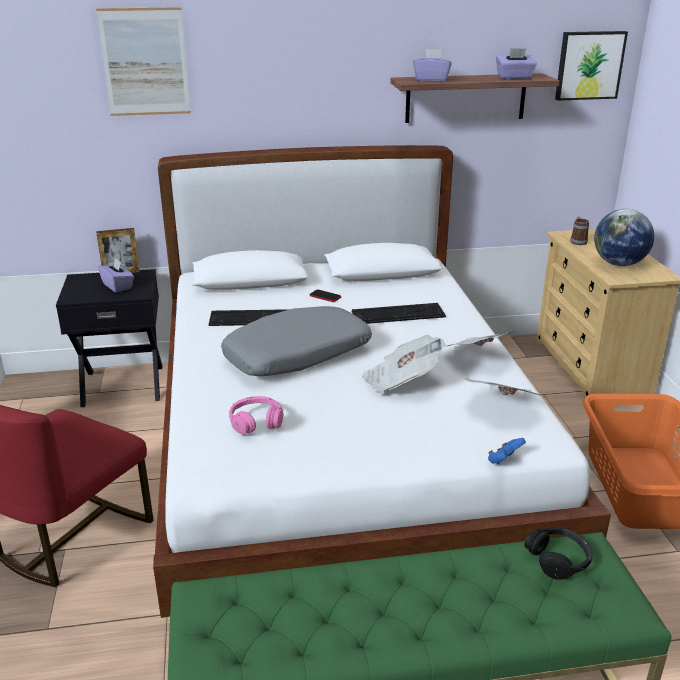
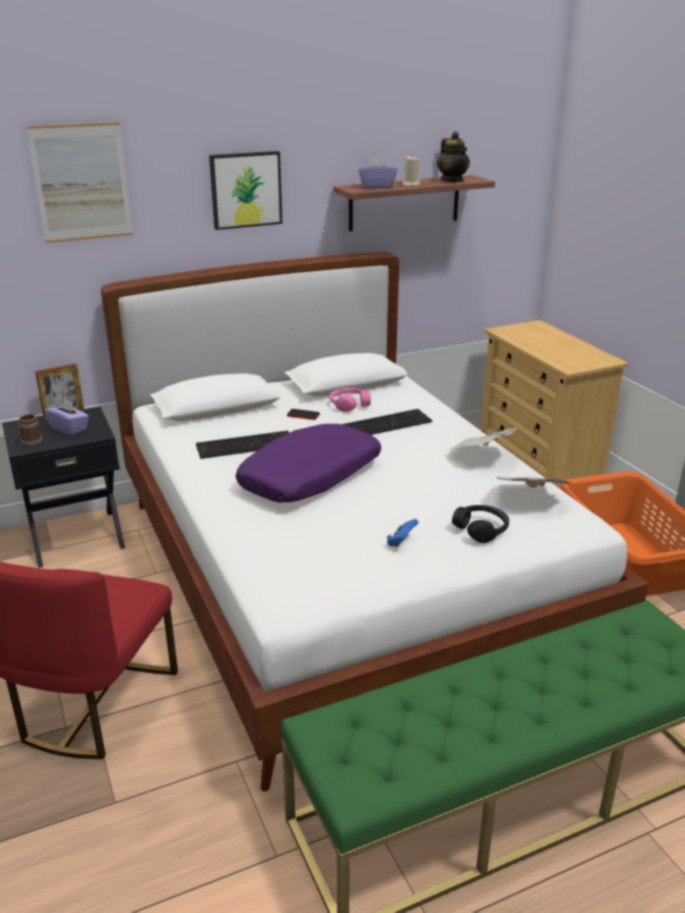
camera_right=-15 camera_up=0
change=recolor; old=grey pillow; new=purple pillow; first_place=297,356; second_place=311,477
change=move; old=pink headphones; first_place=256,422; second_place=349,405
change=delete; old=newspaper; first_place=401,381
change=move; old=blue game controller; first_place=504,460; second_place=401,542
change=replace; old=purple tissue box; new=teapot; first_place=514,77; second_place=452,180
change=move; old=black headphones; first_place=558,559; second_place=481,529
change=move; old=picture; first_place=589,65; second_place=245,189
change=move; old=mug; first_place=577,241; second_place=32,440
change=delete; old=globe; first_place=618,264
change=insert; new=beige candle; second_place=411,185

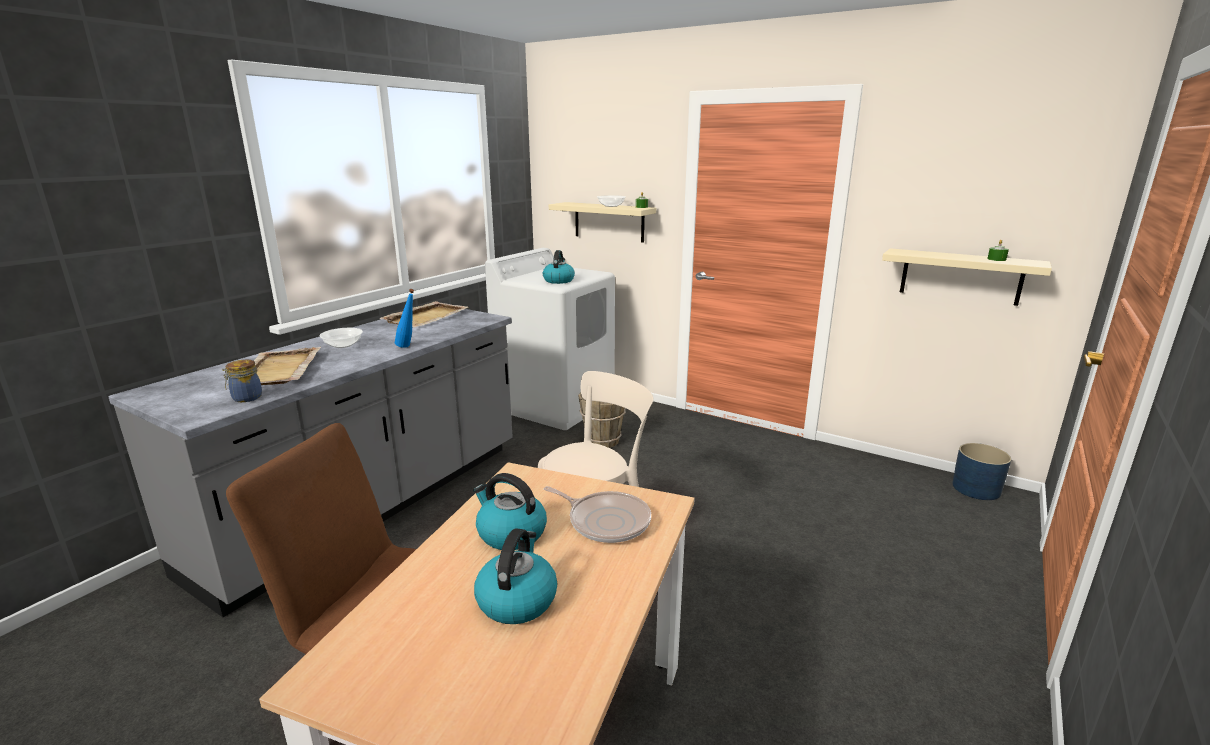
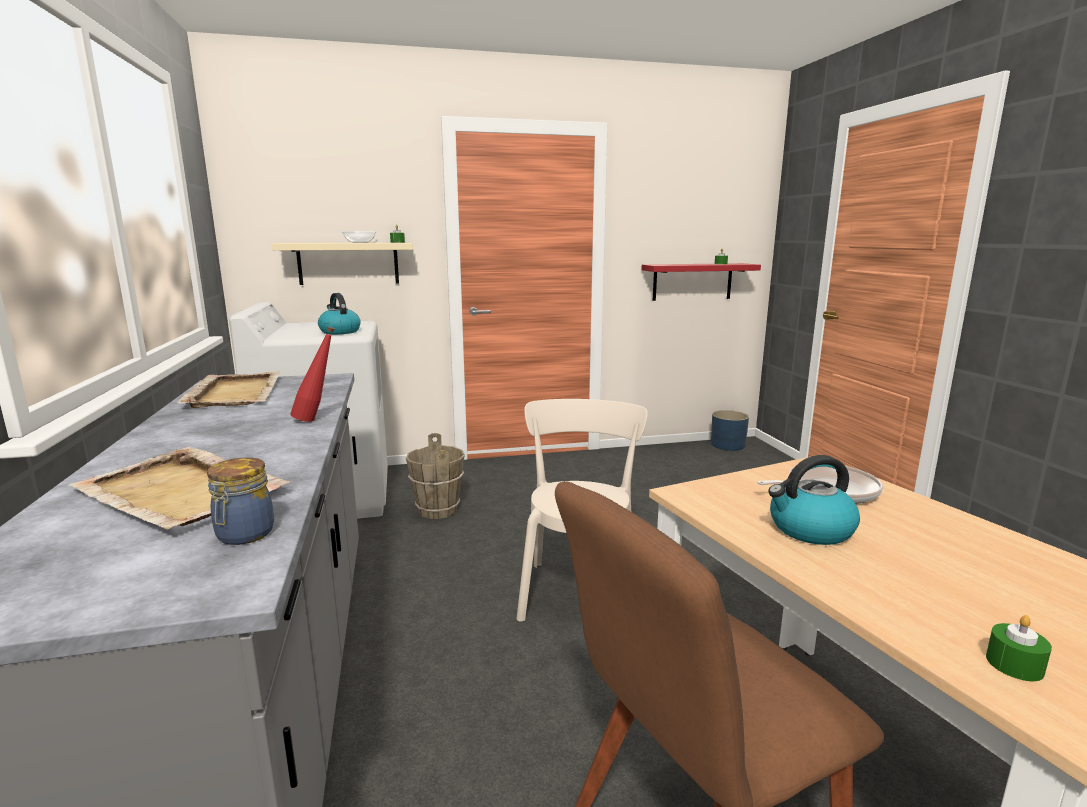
camera_right=-45 camera_up=-5
change=delete; old=bowl; first_place=343,345
change=recolor; old=blue bottle; new=red bottle; first_place=408,347; second_place=317,420
change=delete; old=kettle; first_place=517,599
change=recolor; old=beige shelf; new=red shelf; first_place=960,276; second_place=692,281
change=insert; new=green candle; second_place=1014,664

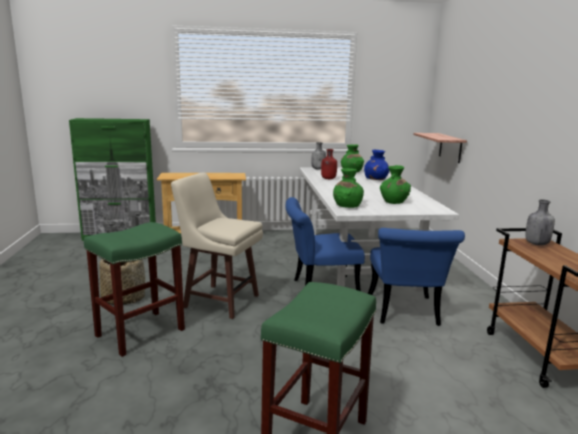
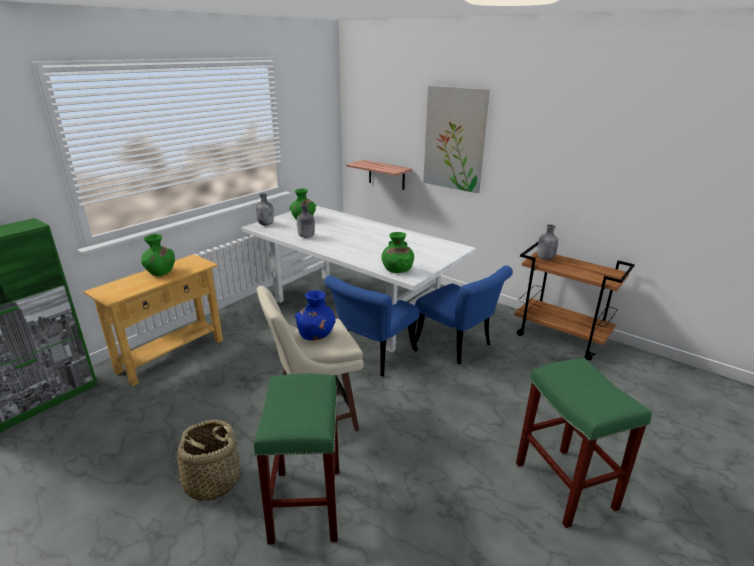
camera_right=-45 camera_up=10
change=recolor; old=red bottle; new=grey bottle; first_place=328,179; second_place=306,237
change=move; old=blue vase; first_place=376,179; second_place=316,335
change=move; old=green vase; first_place=394,202; second_place=161,272
change=insert; new=picture; second_place=455,139

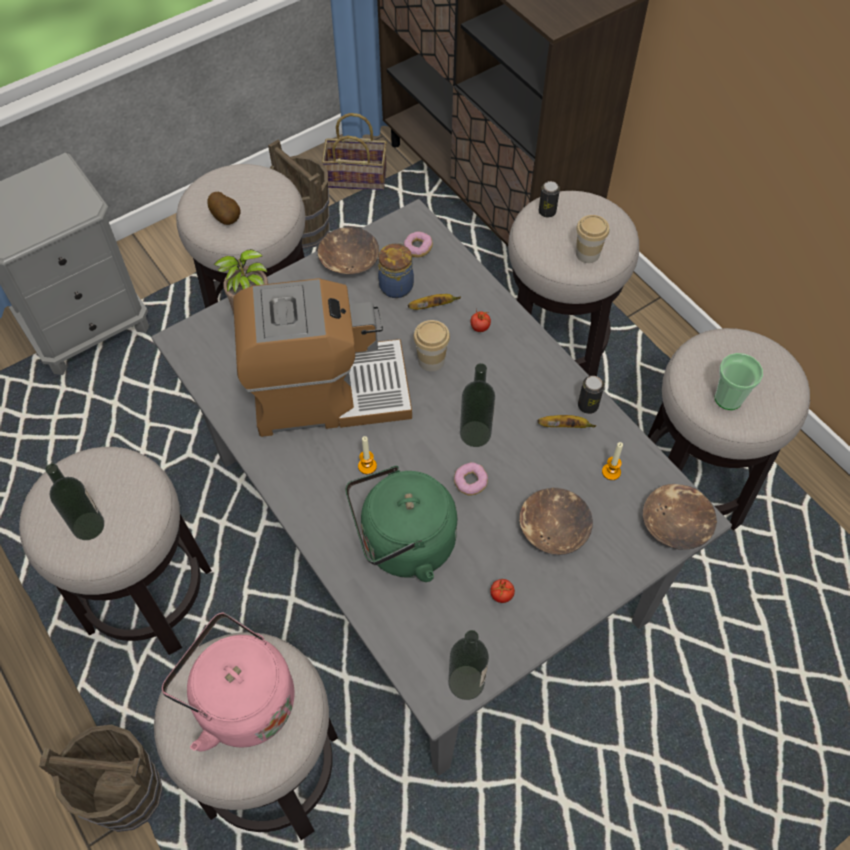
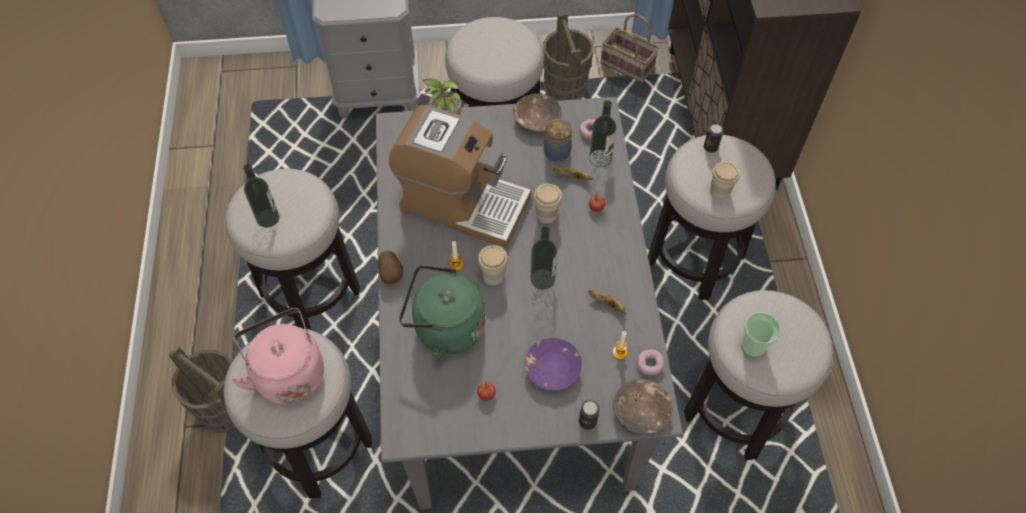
camera_right=30 camera_up=0
change=move; old=potato; first_place=227,218; second_place=392,274
change=move; old=bottle; first_place=466,682; second_place=600,158
change=move; old=donut; first_place=470,482; second_place=649,365
change=recolor; old=brown bowl; new=purple bowl; first_place=553,527; second_place=552,368
change=move; old=can; first_place=588,406; second_place=587,421
change=insert; new=cup; second_place=493,276

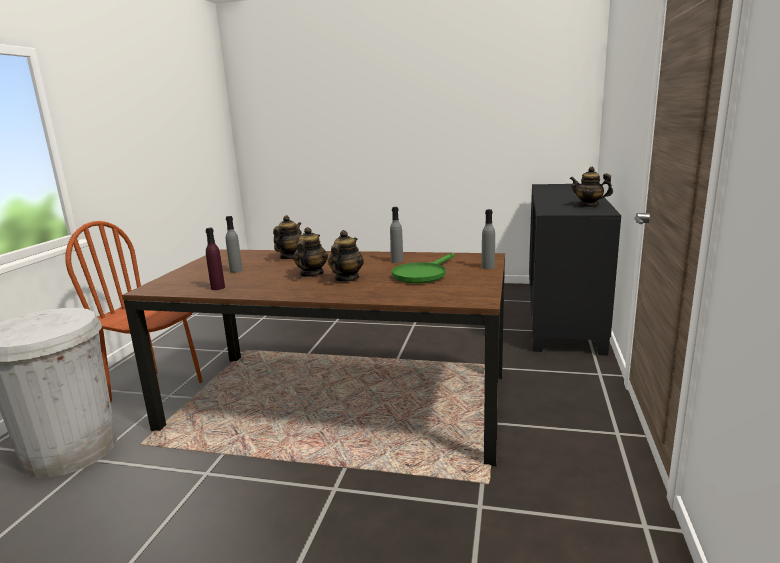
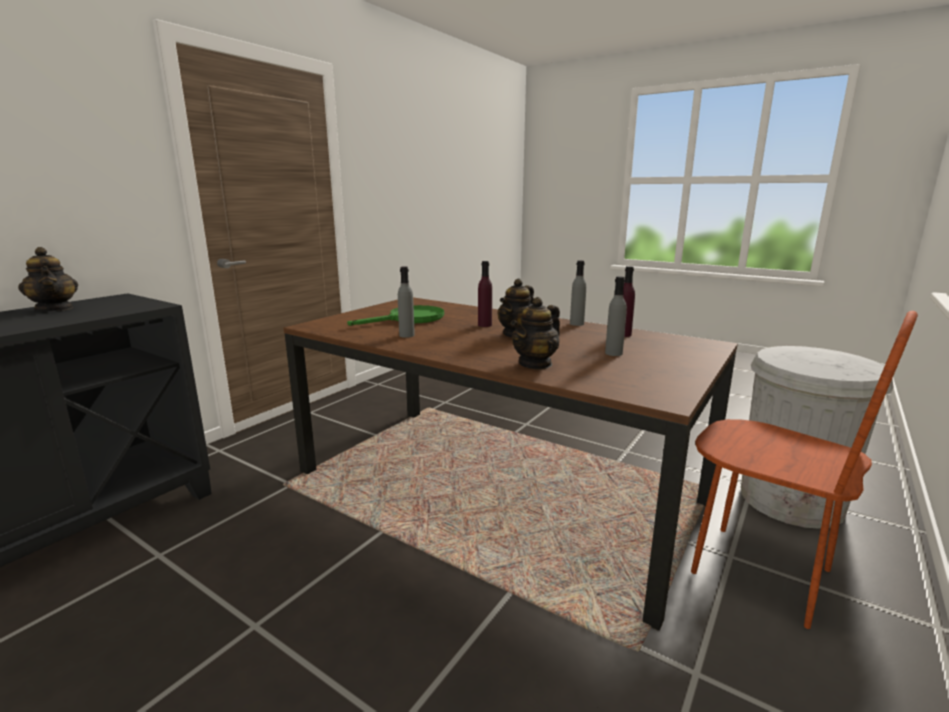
camera_right=-160 camera_up=0
change=replace; old=teapot; new=purple bottle; first_place=346,279; second_place=484,325
change=move; old=grey bottle; first_place=488,267; second_place=576,324

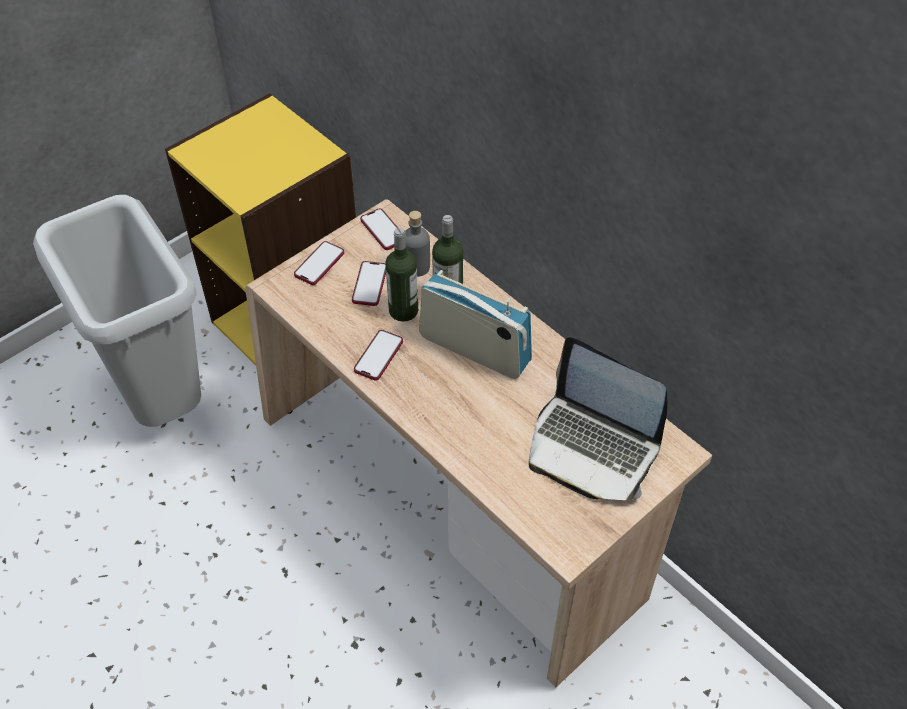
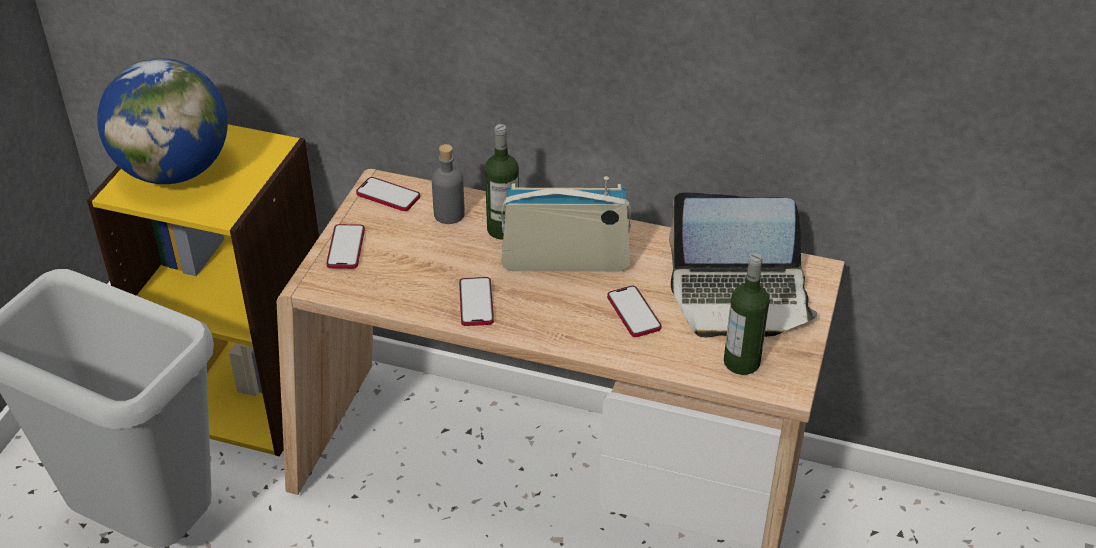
camera_right=-30 camera_up=-10
change=move; old=phone; first_place=369,284; second_place=633,313
change=move; old=bottle; first_place=403,310; second_place=741,362
change=insert; new=globe; second_place=174,171

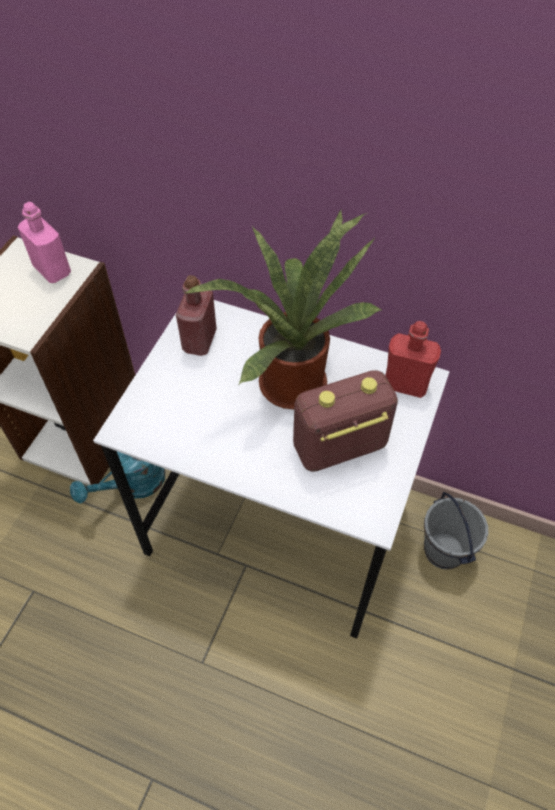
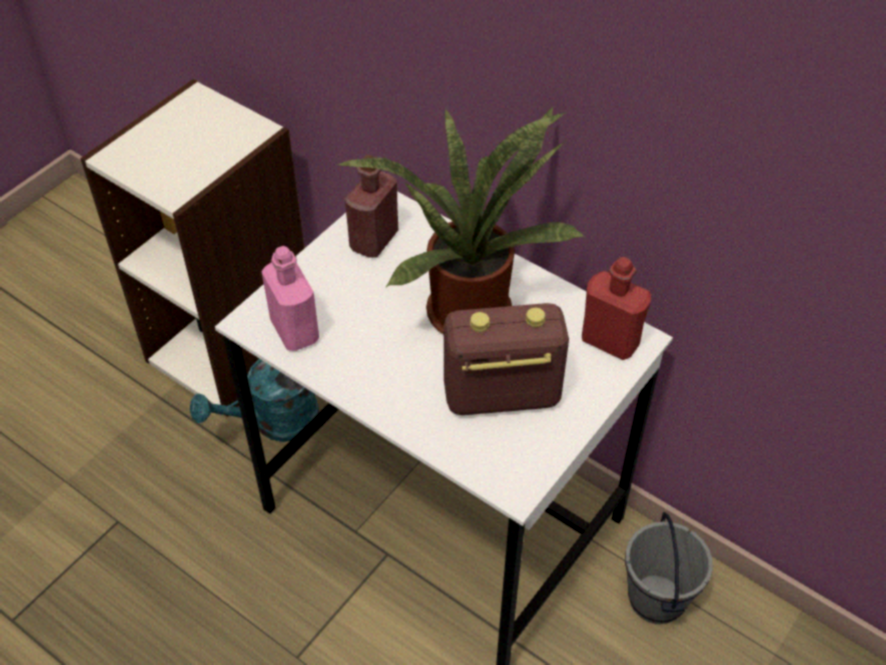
camera_right=15 camera_up=-5
change=move; old=pink bottle; first_place=52,270; second_place=295,331

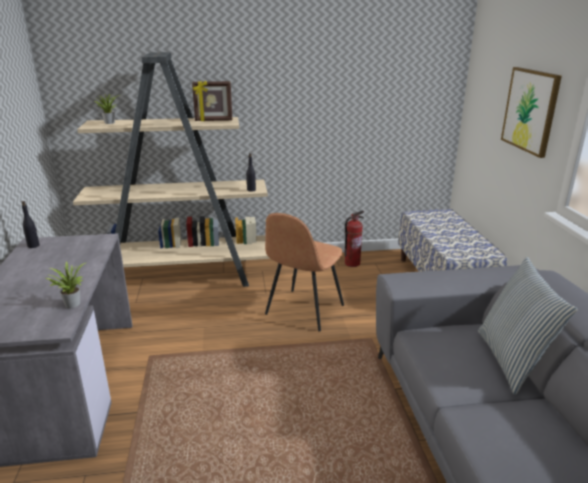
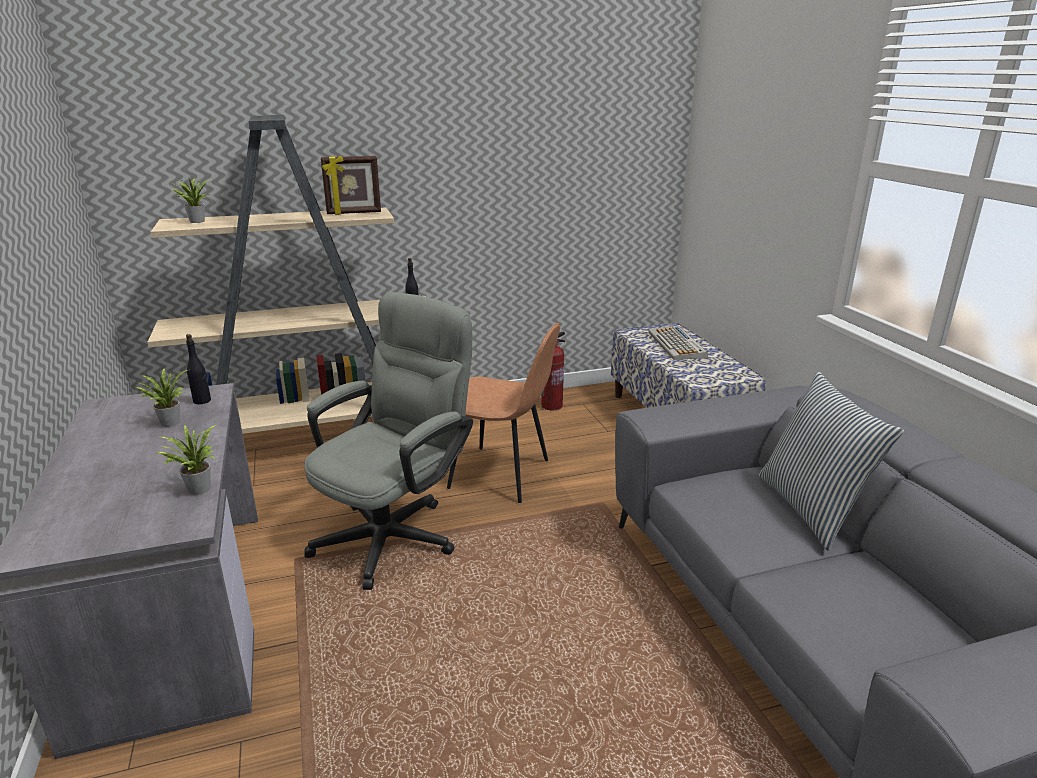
camera_right=-10 camera_up=0
change=move; old=black bottle; first_place=33,246; second_place=202,401
change=rotate; old=brown chair; first_place=303,310; second_place=502,474; degrees=-90
change=delete; old=picture; first_place=530,110
change=insert; new=potted plant; second_place=169,422
change=insert; new=grey office chair; second_place=396,533
change=insert; new=keyboard; second_place=677,345

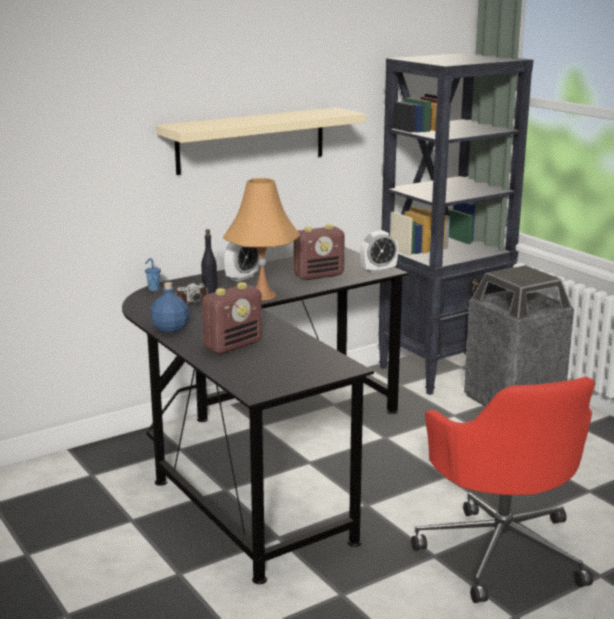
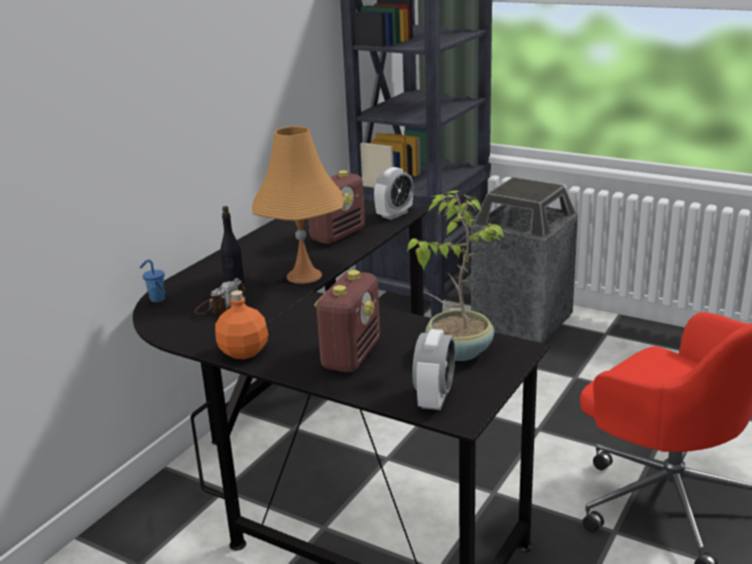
camera_right=-25 camera_up=5
change=recolor; old=blue bottle; new=orange bottle; first_place=170,328; second_place=244,351
change=delete; old=beige shelf; first_place=251,140
change=move; old=alarm clock; first_place=242,277; second_place=434,398
change=insert; new=potted plant; second_place=458,351

